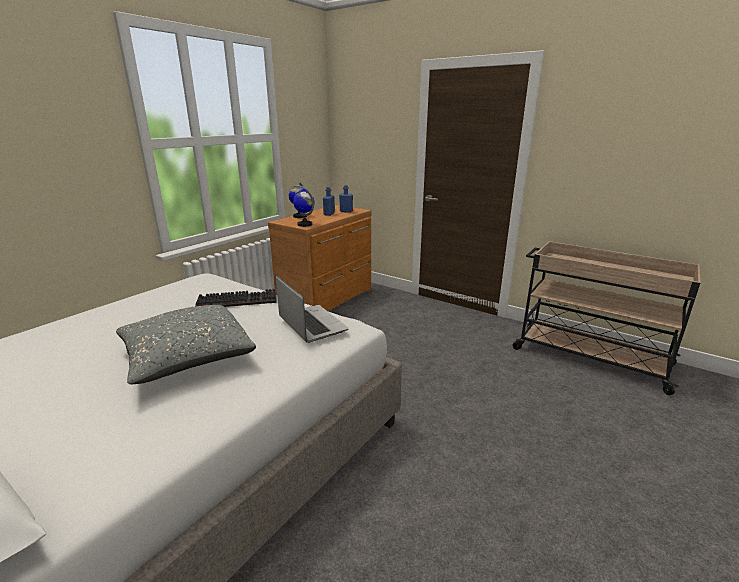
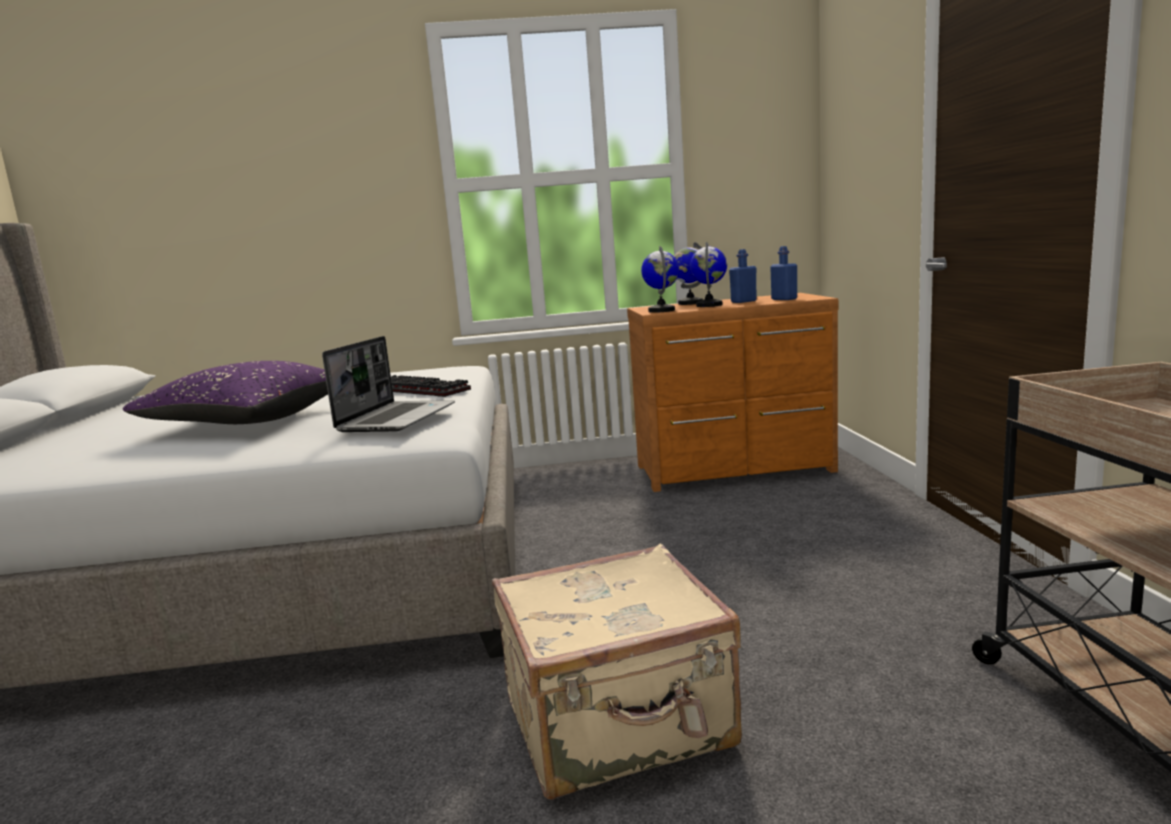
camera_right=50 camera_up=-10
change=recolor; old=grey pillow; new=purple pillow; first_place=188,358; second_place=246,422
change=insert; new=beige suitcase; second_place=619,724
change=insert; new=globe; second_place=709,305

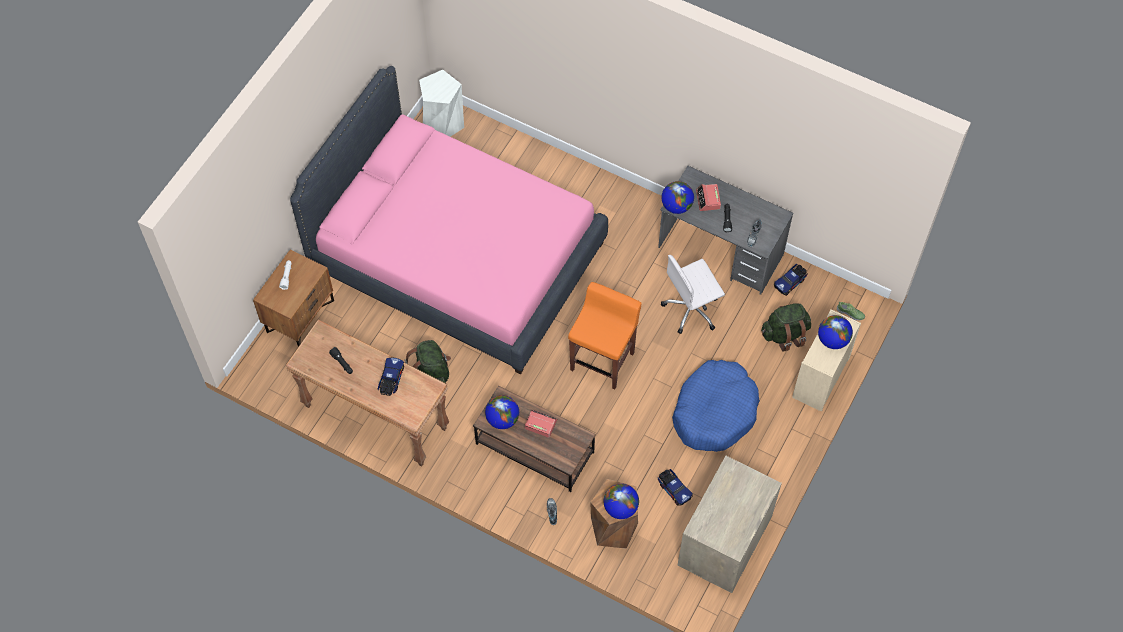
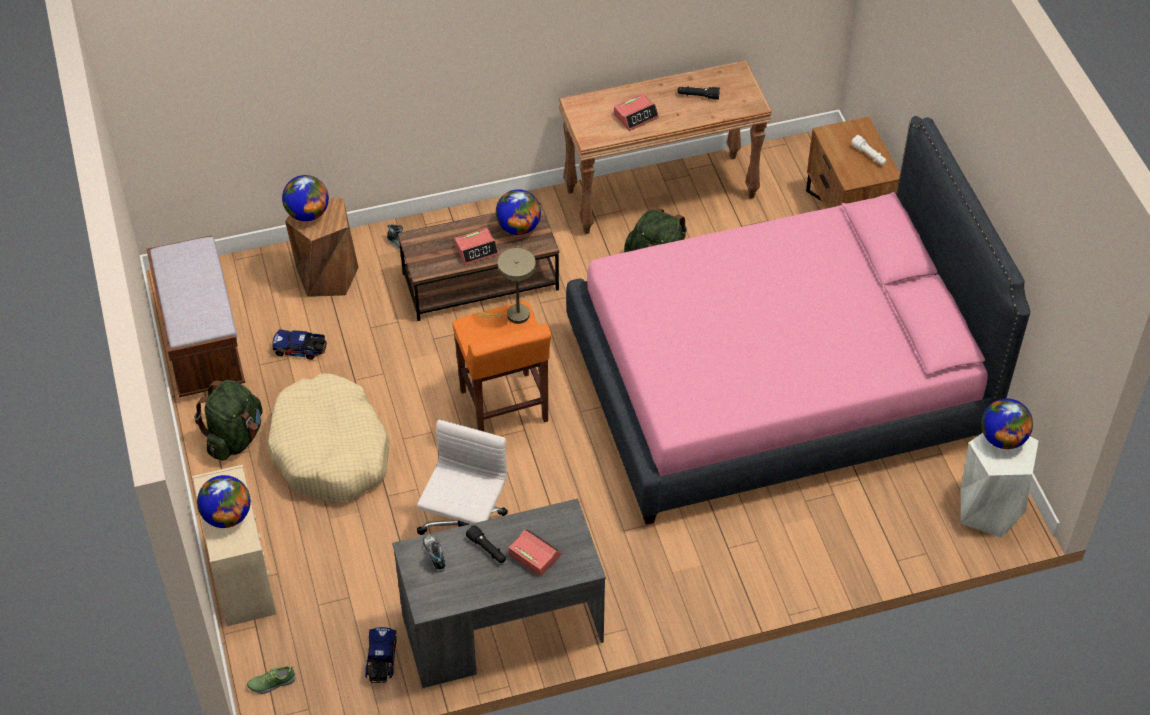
camera_right=135 camera_up=-10
change=replace; old=toy truck; new=alarm clock; first_place=391,380; second_place=636,116
change=move; old=globe; first_place=676,206; second_place=1002,438
change=recolor; old=blue dog bed; new=beige dog bed; first_place=714,411; second_place=331,450
change=replace; old=dresser; new=brown bench; first_place=725,541; second_place=202,344
change=move; old=green backpack; first_place=785,334; second_place=235,437
change=insert; new=beige table lamp; second_place=513,315

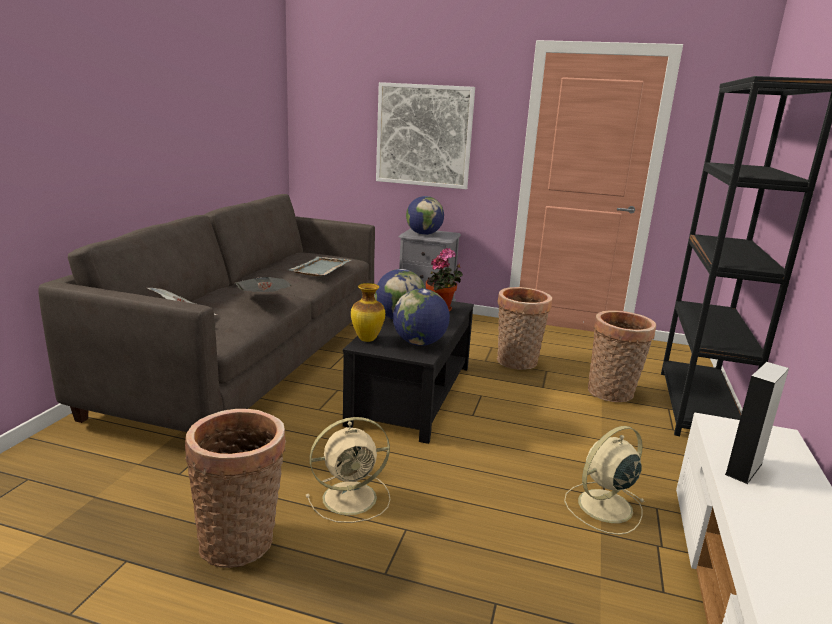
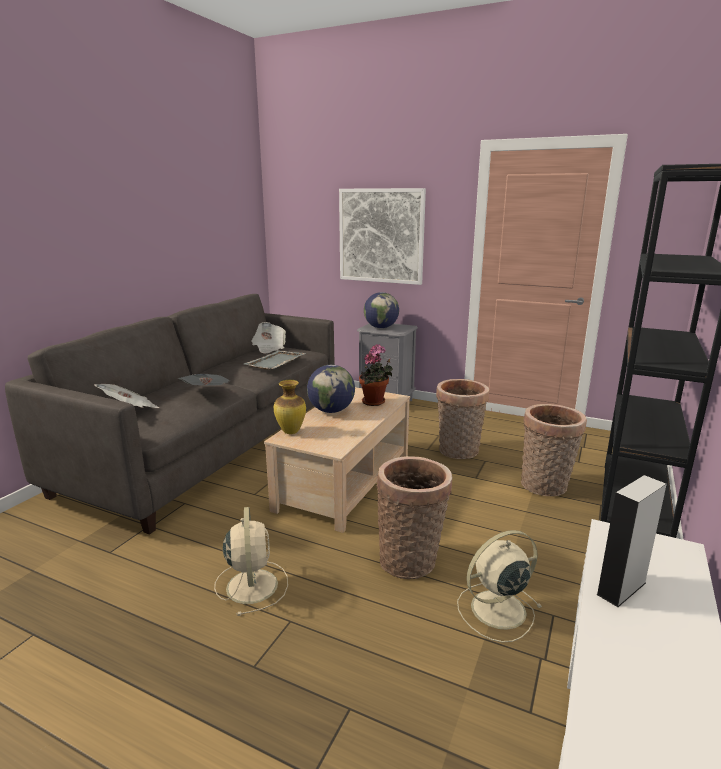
camera_right=10 camera_up=0
change=move; old=basket; first_place=242,541; second_place=411,560
change=rotate; old=beige fan; first_place=352,497; second_place=252,584; degrees=-90
change=recolor; old=black coffee table; new=beige coffee table; first_place=410,394; second_place=344,481
change=delete; old=globe; first_place=419,343
change=insert; new=newspaper; second_place=268,348

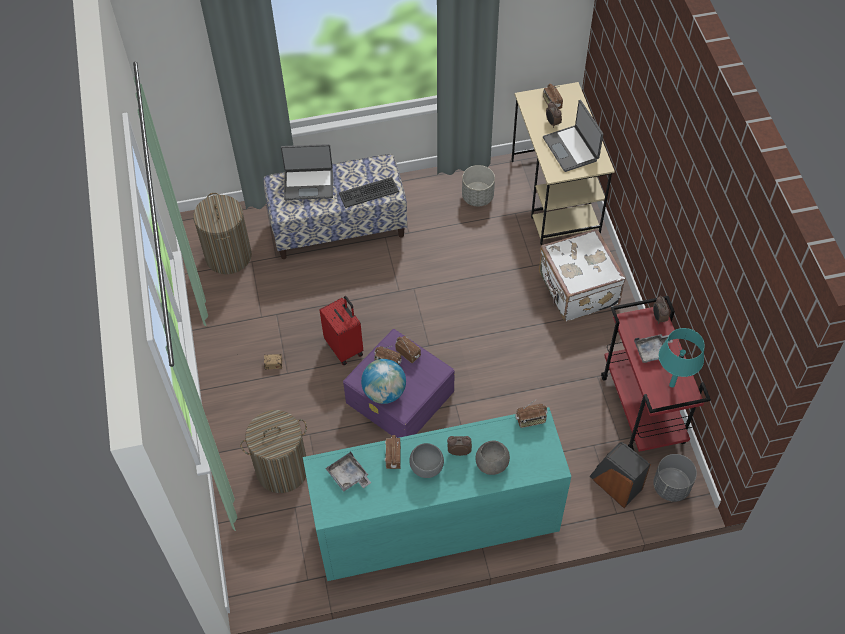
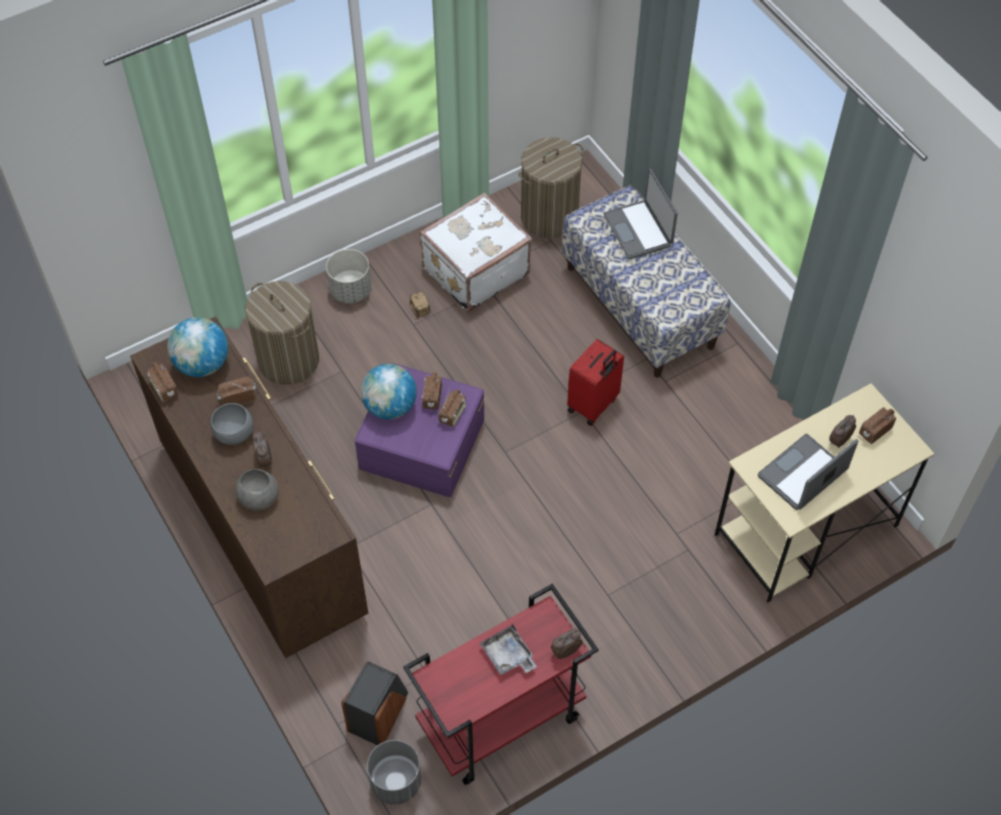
camera_right=70 camera_up=0
change=recolor; old=turquoise dresser; new=brown dresser; first_place=434,525; second_place=262,528
change=move; old=red suitcase; first_place=345,347; second_place=593,405
change=replace; old=grey tray; new=globe; first_place=348,476; second_place=202,364
change=delete; old=keyboard; first_place=368,192
change=move; old=grey planter; first_place=477,197; second_place=350,290
change=move; old=radio; first_place=530,420; second_place=164,389
change=move; old=white suitcase; first_place=577,290; second_place=474,271
change=delete; old=turquoise table lamp; first_place=672,385

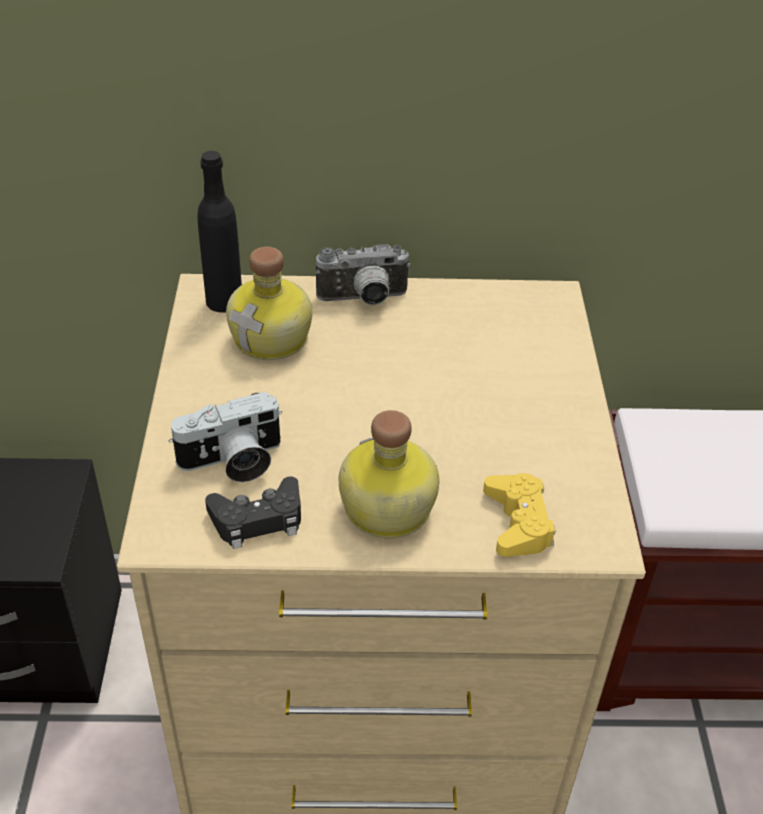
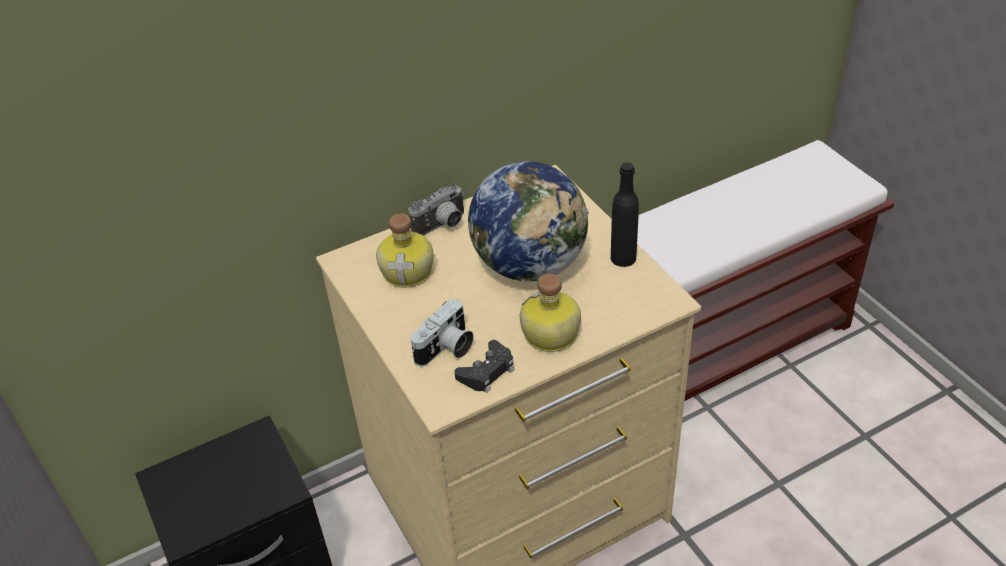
camera_right=-25 camera_up=0
change=move; old=black bottle; first_place=224,301; second_place=623,258
change=delete; old=yellow game controller; first_place=518,522
change=insert; new=globe; second_place=530,265

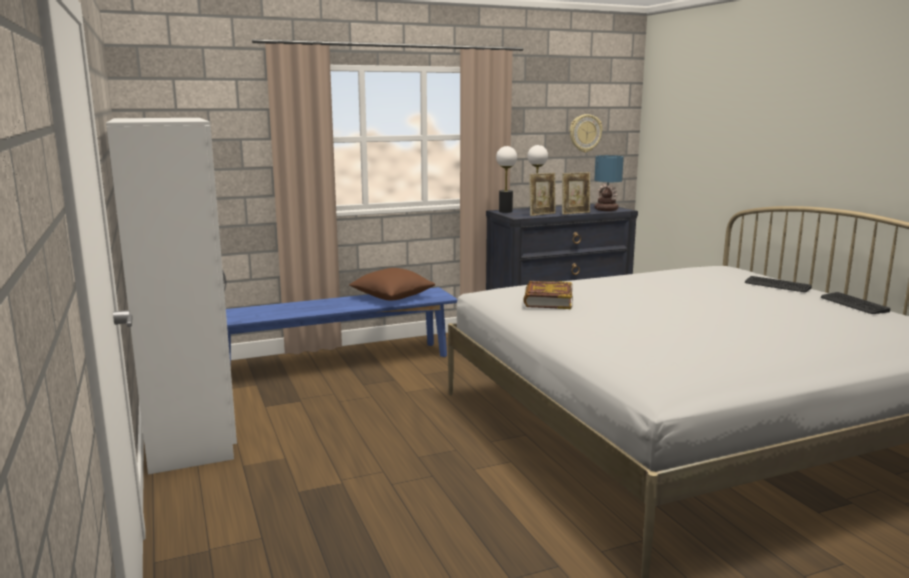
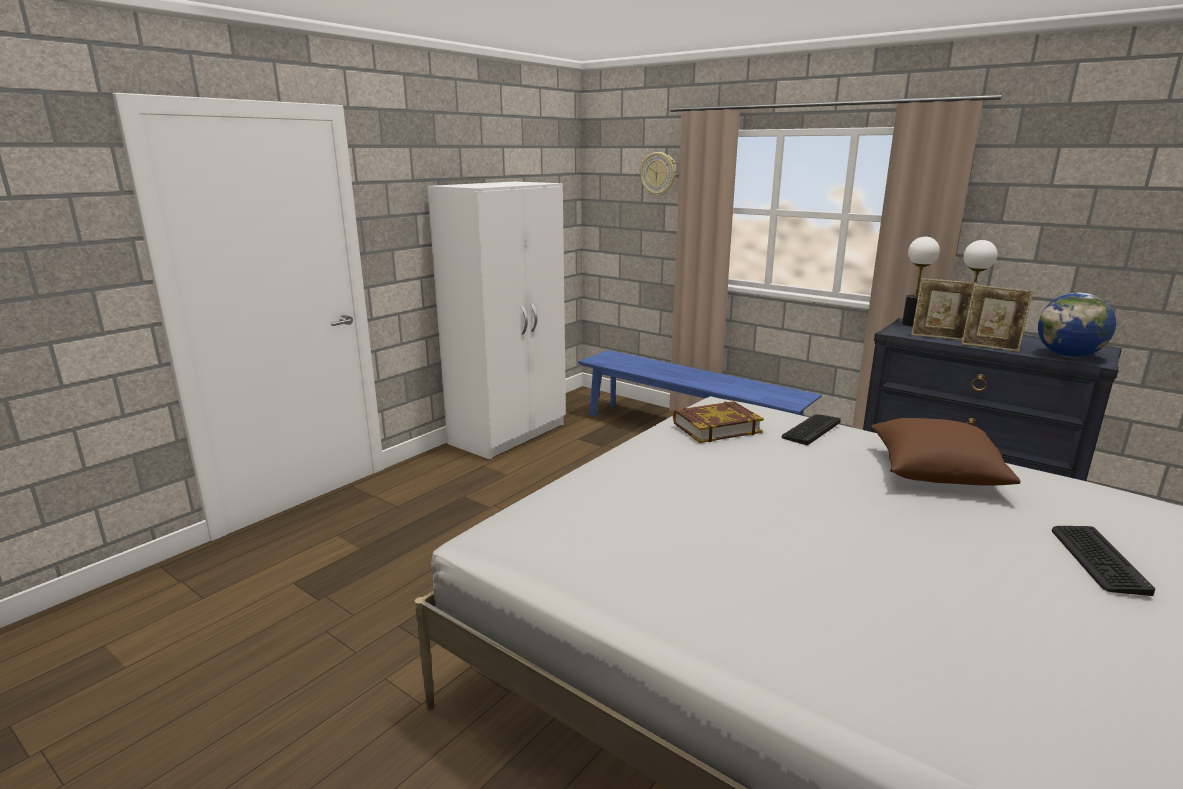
camera_right=60 camera_up=5
change=move; old=brown pillow; first_place=392,297; second_place=934,473
change=move; old=wall clock; first_place=585,133; second_place=658,174
change=replace; old=table lamp; new=globe; first_place=607,210; second_place=1068,356
change=move; old=keyboard; first_place=853,304; second_place=811,429

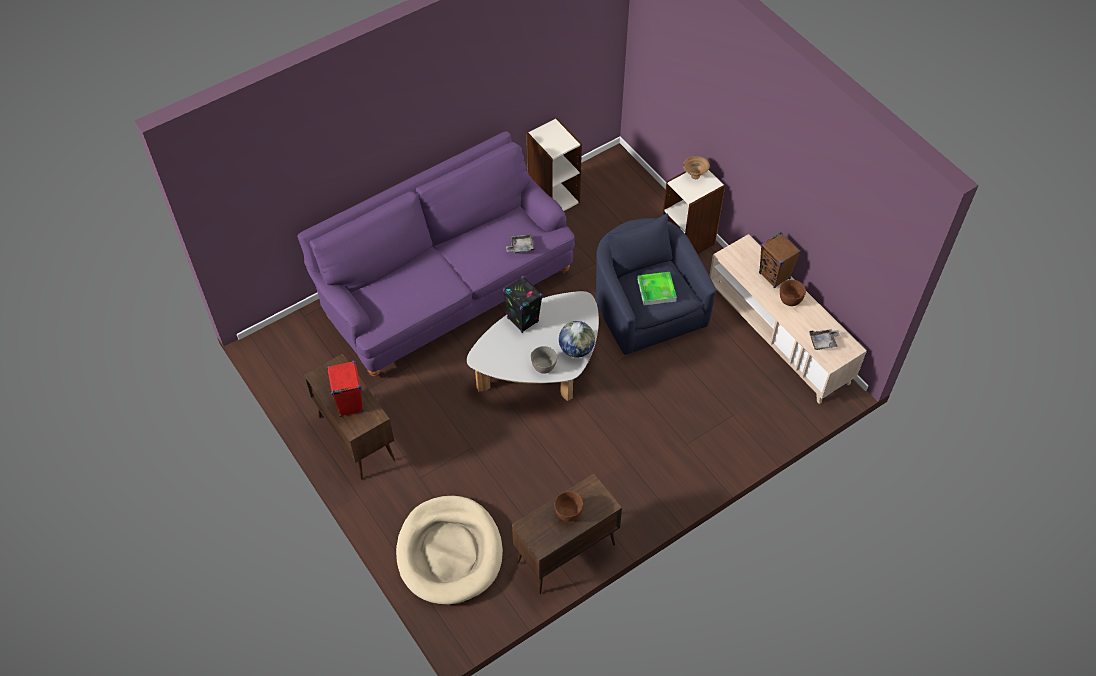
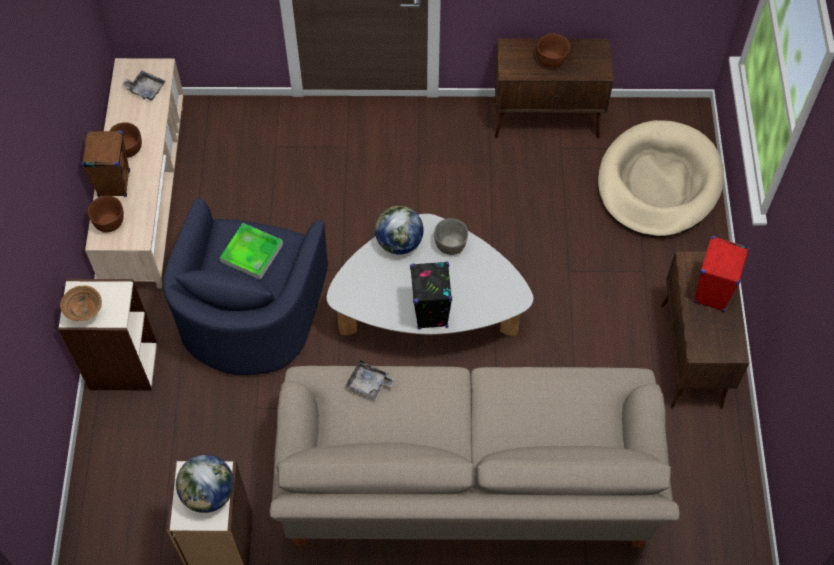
camera_right=-145 camera_up=5
change=recolor; old=purple sofa; new=beige sofa; first_place=445,290; second_place=467,487
change=insert; new=brown bowl; second_place=110,222
change=insert; new=globe; second_place=209,494

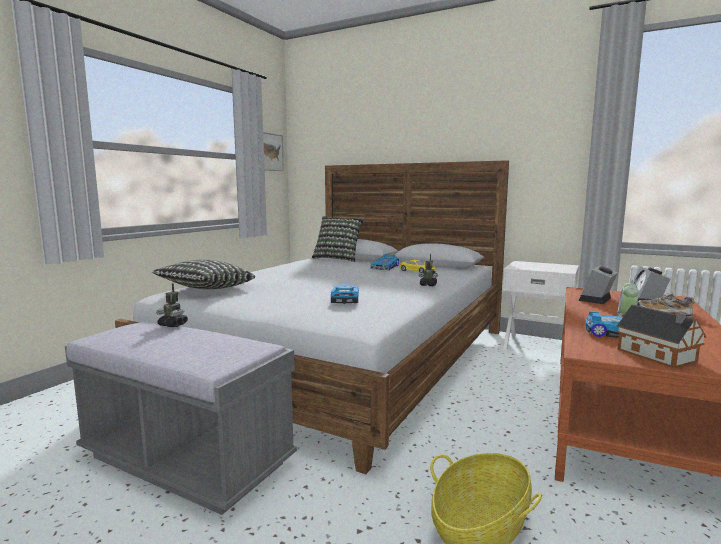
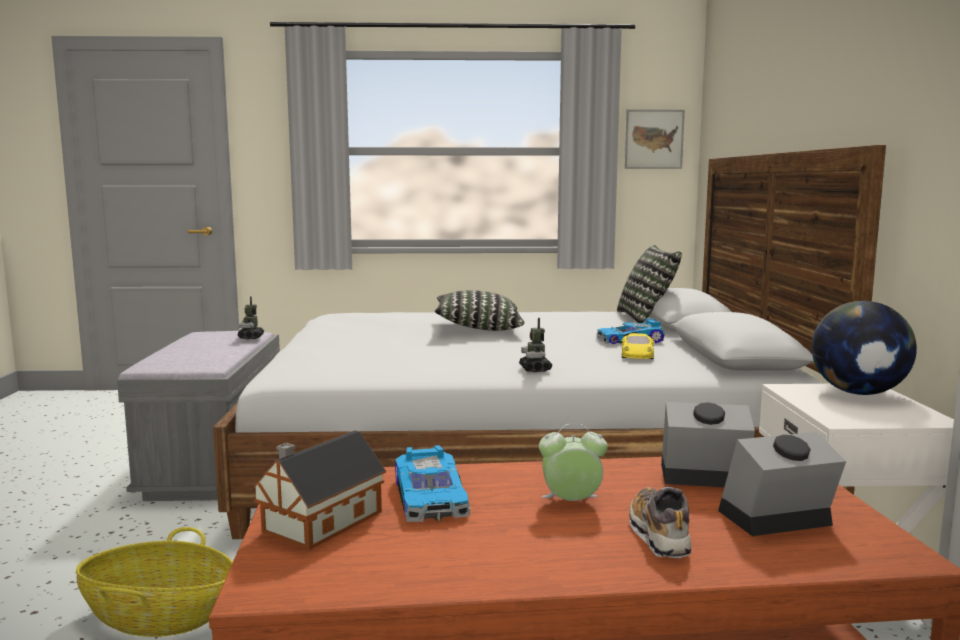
camera_right=60 camera_up=0
change=move; old=pillow; first_place=205,289; second_place=478,328
change=delete; old=toy car; first_place=344,298
change=insert; new=globe; second_place=858,393

